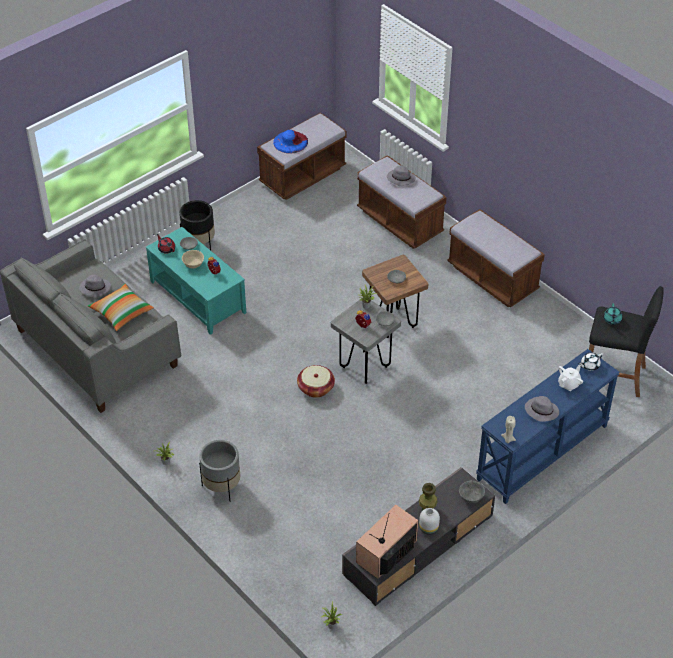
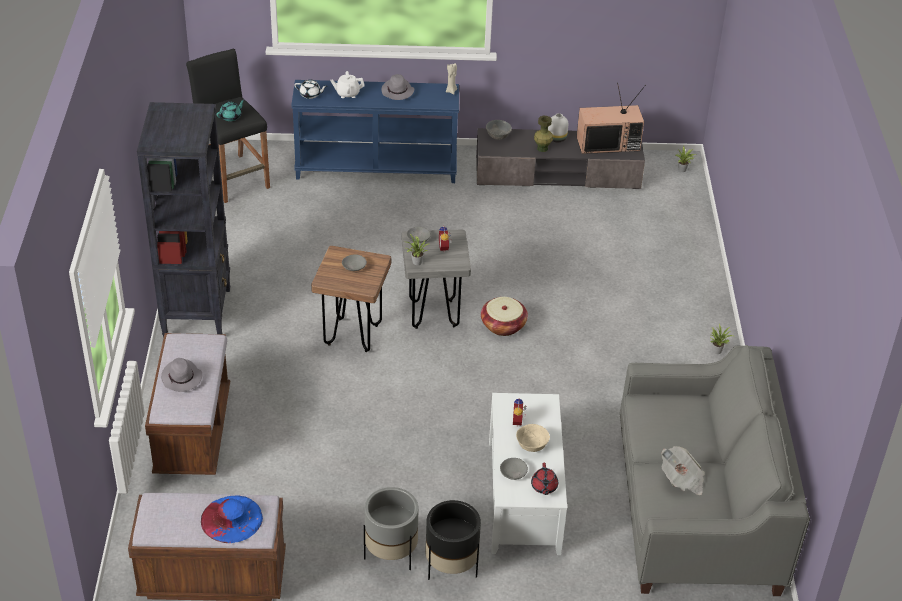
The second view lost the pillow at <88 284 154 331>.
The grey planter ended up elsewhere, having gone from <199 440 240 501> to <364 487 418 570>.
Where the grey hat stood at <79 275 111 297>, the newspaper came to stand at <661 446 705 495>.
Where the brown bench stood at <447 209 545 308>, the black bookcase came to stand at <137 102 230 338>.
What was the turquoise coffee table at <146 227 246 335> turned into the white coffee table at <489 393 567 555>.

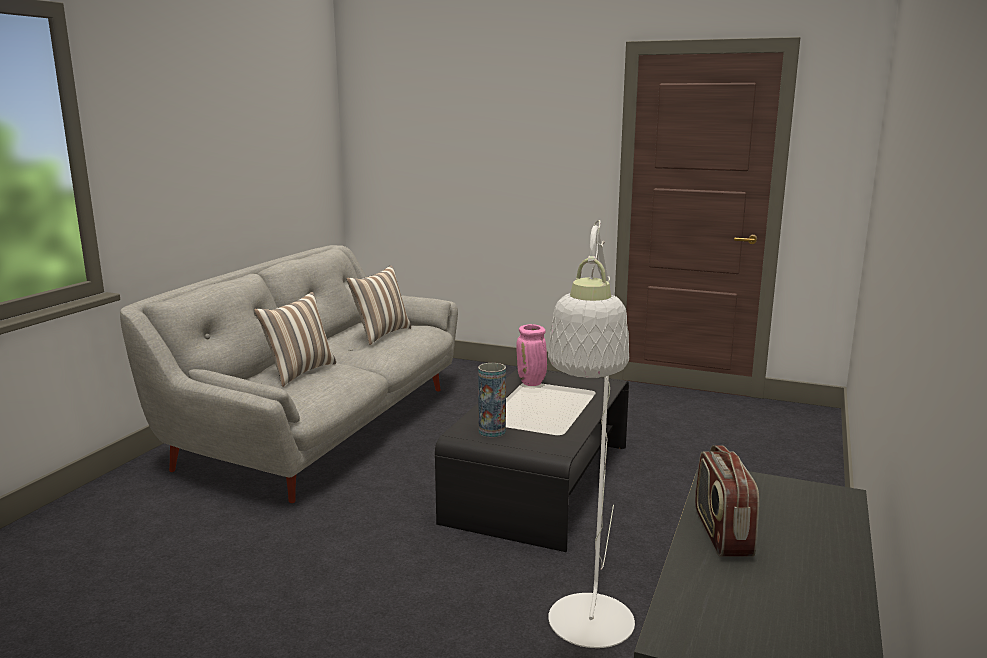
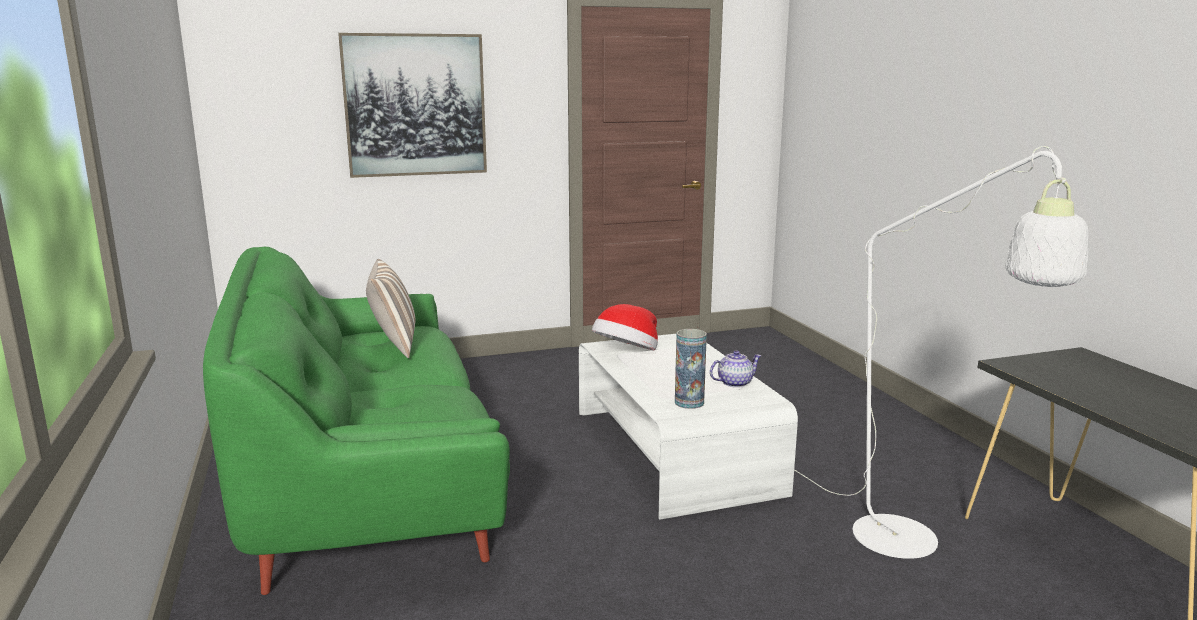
The second view lost the pillow at <254 292 336 387>.
The second view lost the radio at <695 445 759 556>.
The second view gained the picture at <338 33 487 178>.
The second view gained the teapot at <710 350 761 388>.
Where the pink vase stood at <516 324 547 386>, the hat came to stand at <592 304 658 351>.
What was the grey sofa at <120 245 458 503> turned into the green sofa at <203 247 510 595>.
What was the black coffee table at <435 368 629 552> turned into the white coffee table at <579 334 798 520>.

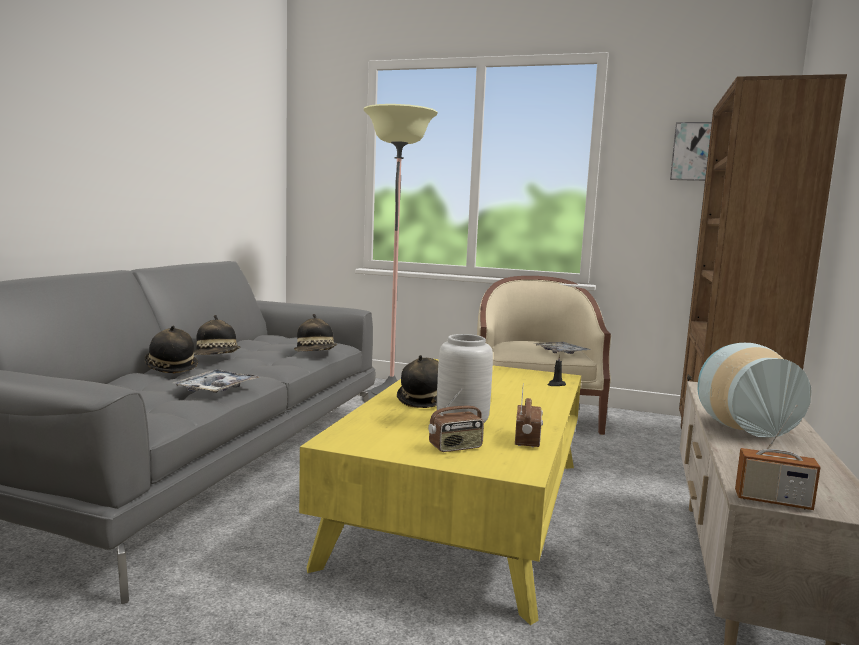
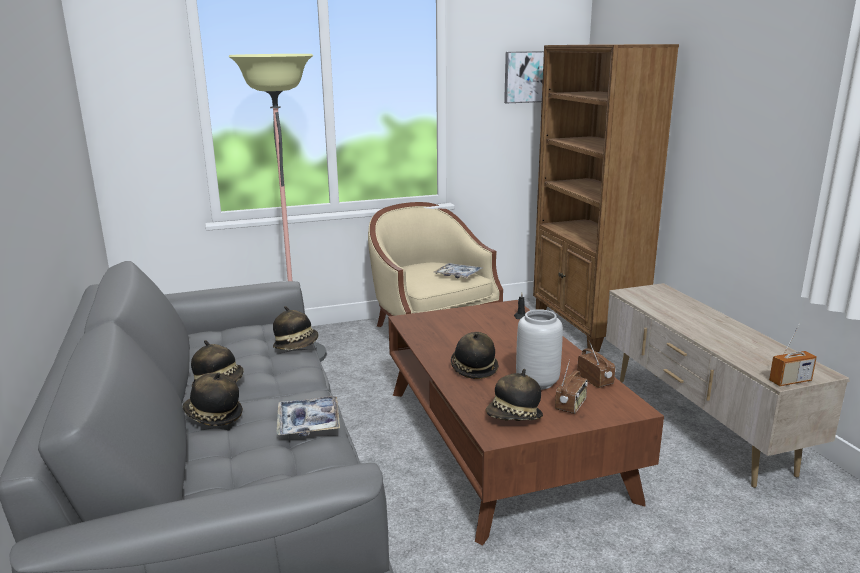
The second view lost the vase at <697 343 811 438>.
The second view gained the hat at <486 369 543 421>.
What was the yellow coffee table at <299 359 581 625> turned into the brown coffee table at <388 300 664 546>.

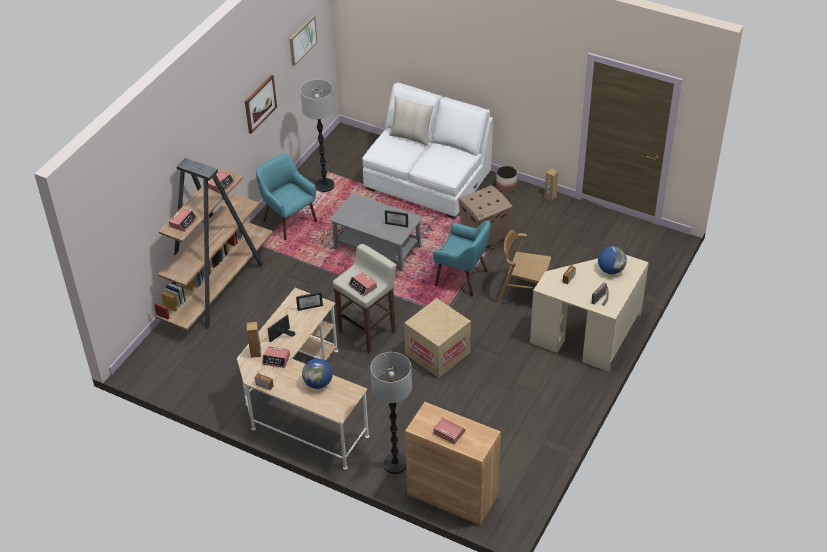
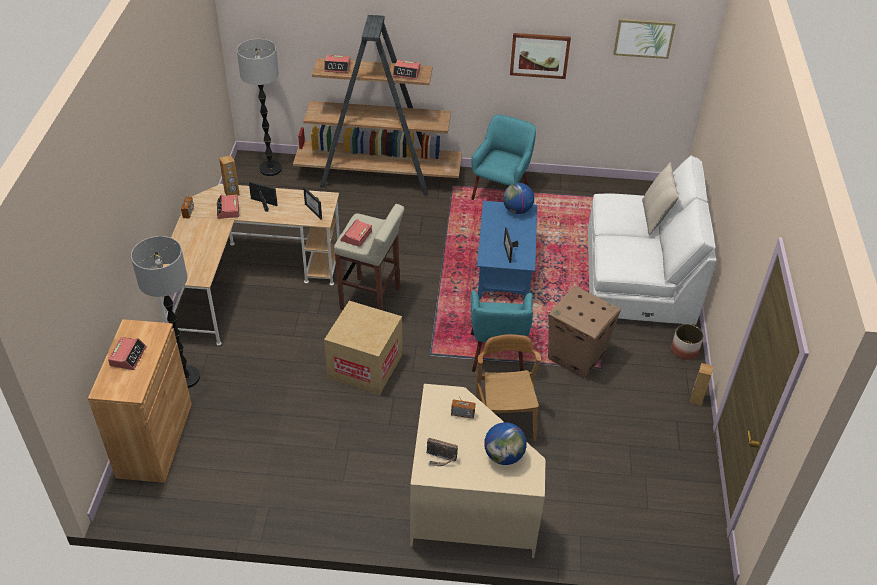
The floor lamp ended up elsewhere, having gone from <300 79 335 192> to <237 39 282 176>.
The globe ended up elsewhere, having gone from <302 358 333 389> to <503 183 534 214>.
What was the grey coffee table at <329 193 423 272> turned into the blue coffee table at <477 201 537 299>.

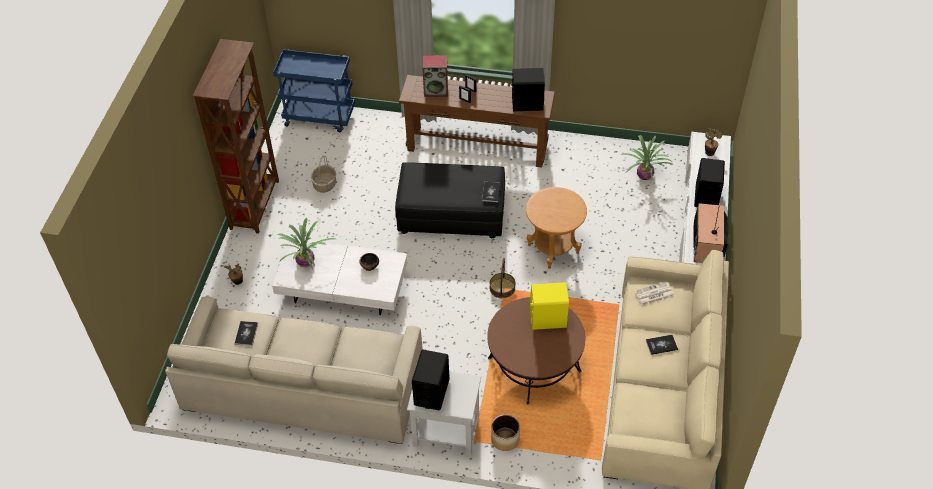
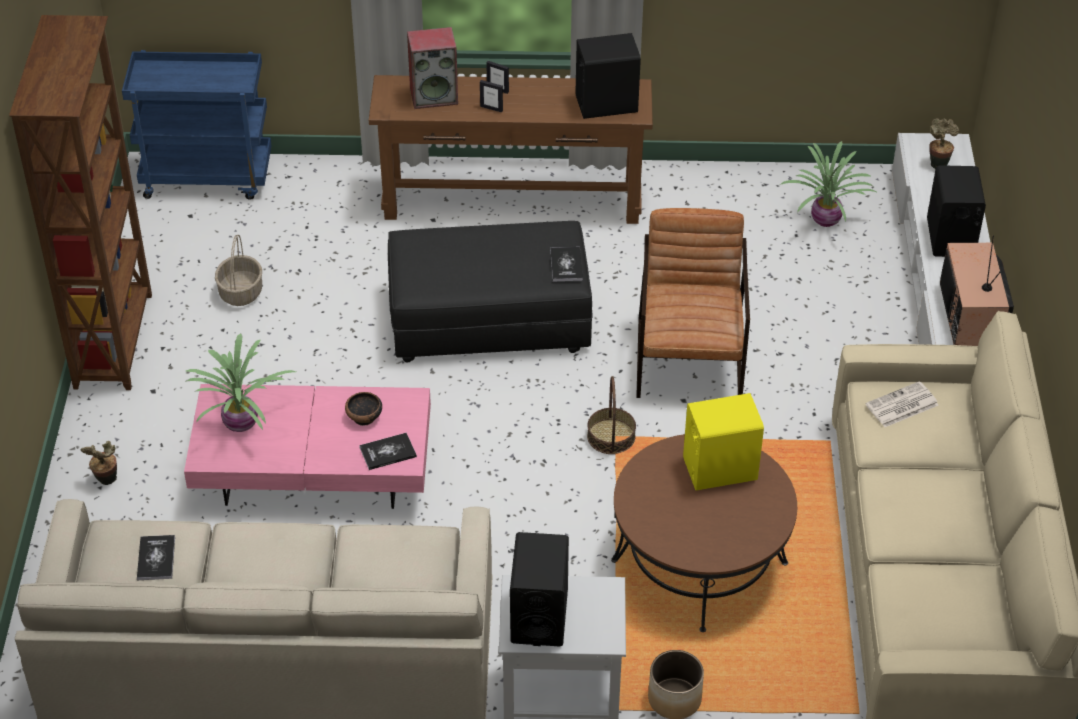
The book ended up elsewhere, having gone from <646 335 678 355> to <359 433 417 470>.
Where the brown side table stood at <526 187 587 269>, the brown armchair came to stand at <636 208 750 398>.
What was the white coffee table at <272 238 408 315> turned into the pink coffee table at <184 384 431 509>.

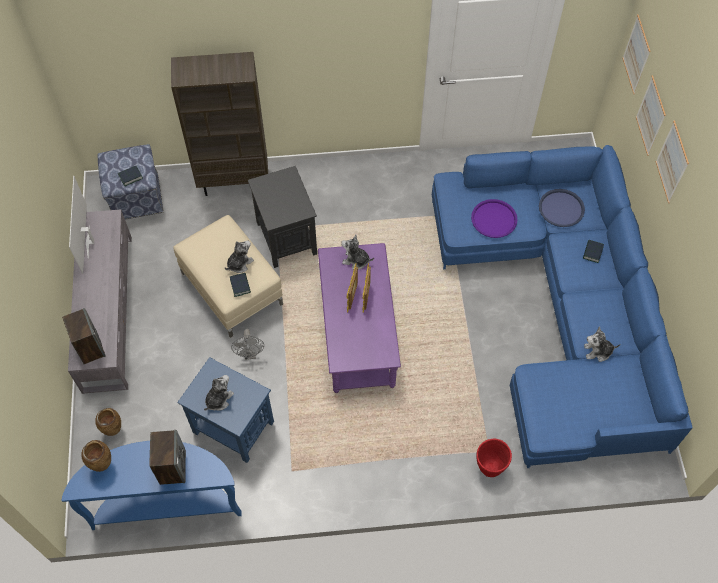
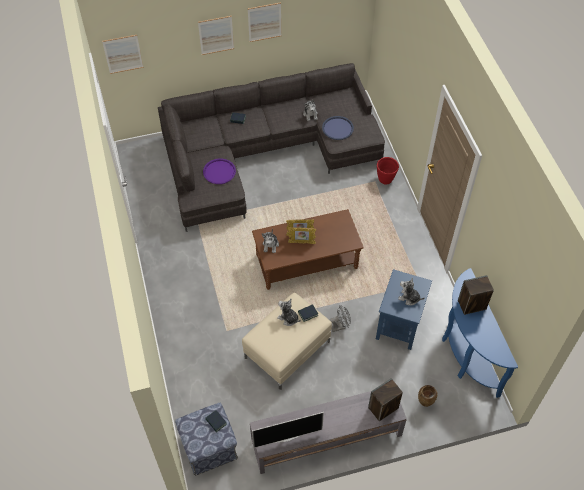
The second view lost the brown vase at <81 440 111 472>.
The second view lost the brown bookcase at <171 52 268 196>.
The second view lost the black side table at <248 166 317 268>.
The blue tray ended up elsewhere, having gone from <539 189 585 227> to <322 116 354 140>.
The picture ended up elsewhere, having gone from <636 75 666 156> to <248 3 282 42>.
What was the purple coffee table at <318 243 401 393> turned into the brown coffee table at <252 209 364 290>.
What was the blue sofa at <432 145 693 468> turned into the grey sofa at <158 63 385 232>.

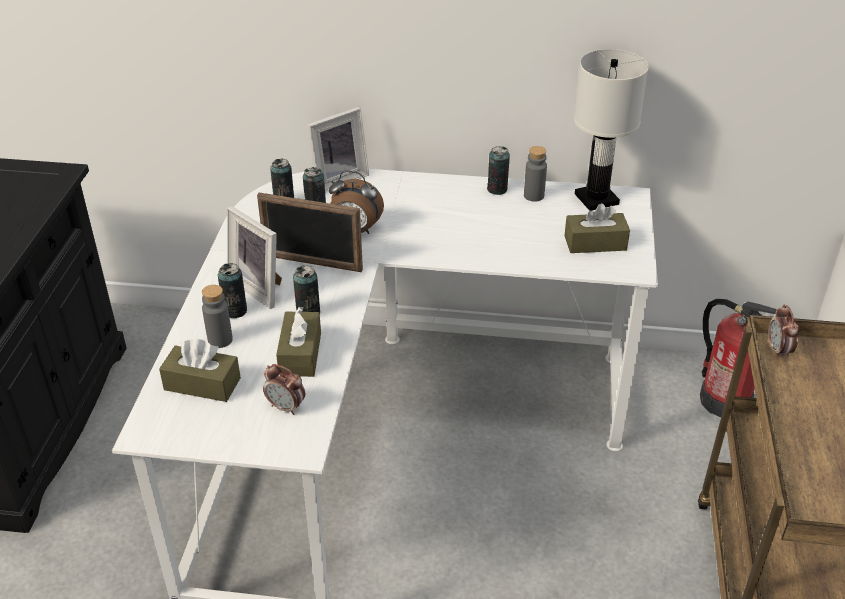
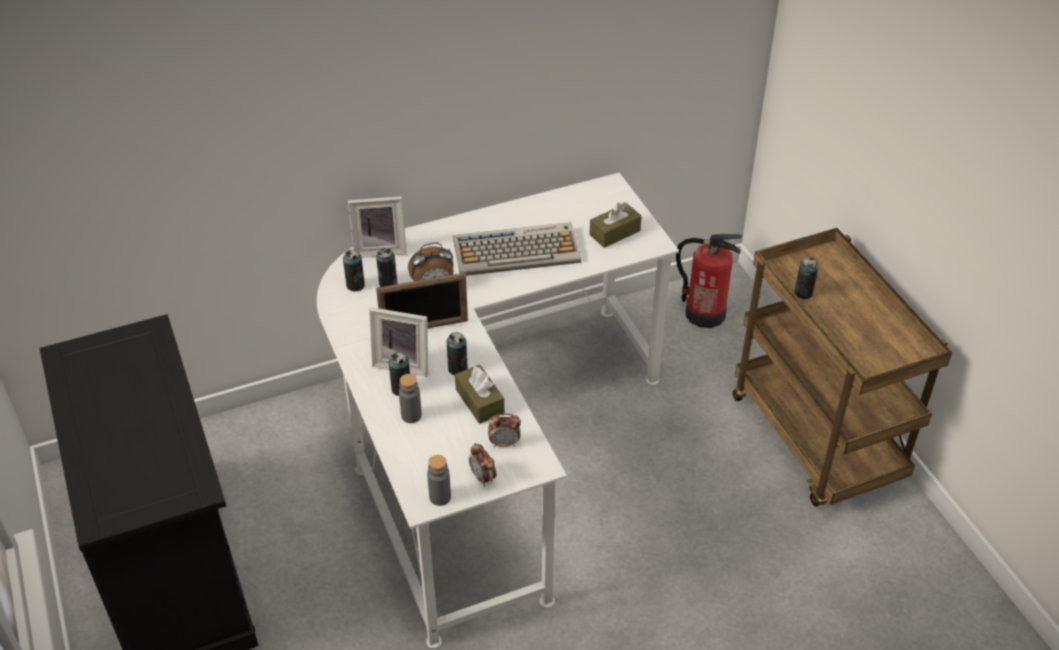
The second view lost the brown tissue box at <159 339 241 402>.
The second view lost the white table lamp at <574 49 649 211>.
The second view gained the keyboard at <453 222 581 276>.
The can ended up elsewhere, having gone from <487 146 510 195> to <794 257 819 299>.
The grey bottle ended up elsewhere, having gone from <524 146 547 202> to <427 455 451 506>.
The alarm clock ended up elsewhere, having gone from <768 305 800 358> to <469 443 496 486>.
The picture frame at <307 107 369 192> ended up facing another way, 60 degrees clockwise from before.

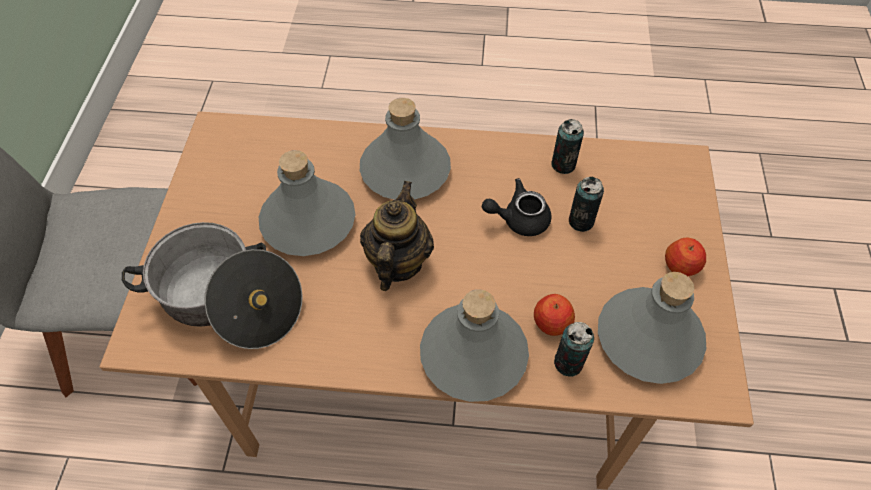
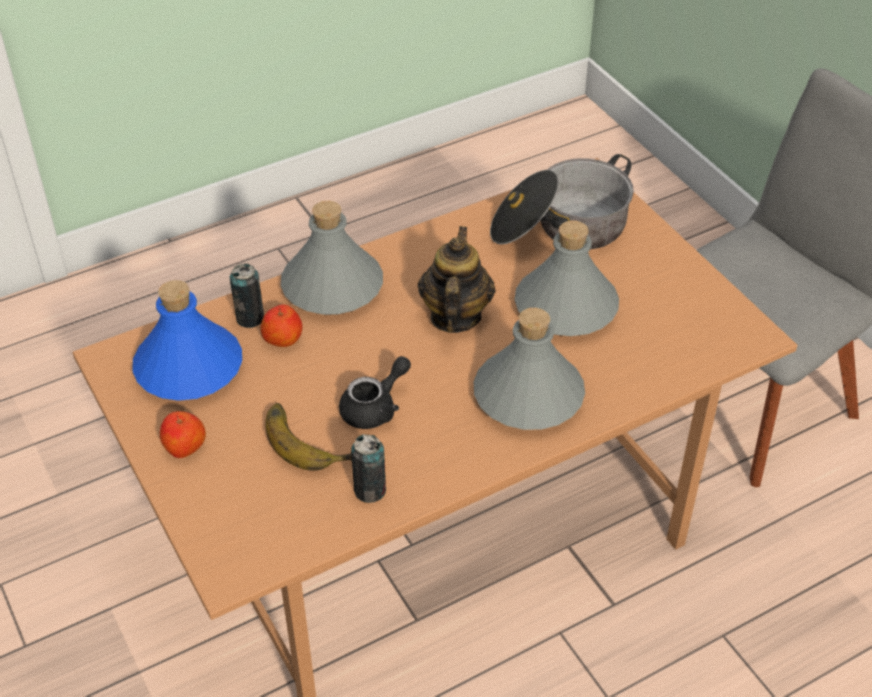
Where the can stood at <569 177 604 232>, the banana came to stand at <265 403 352 471>.
What was the grey bottle at <598 272 706 384> turned into the blue bottle at <132 280 242 401>.
The teapot at <360 181 434 291> ended up facing another way, 150 degrees counterclockwise from before.

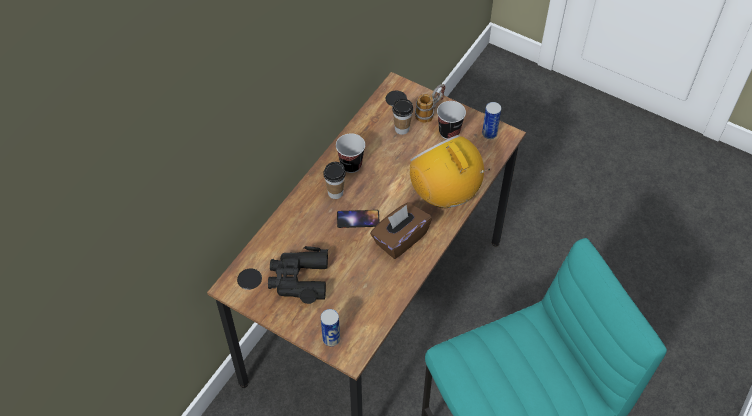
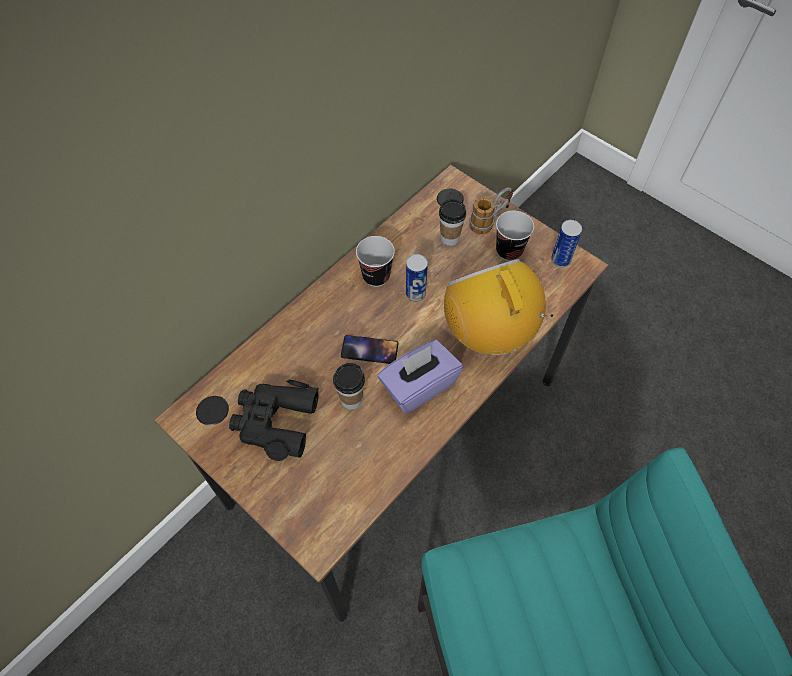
The can ended up elsewhere, having gone from <321 309 340 346> to <406 254 428 302>.
The cup ended up elsewhere, having gone from <323 162 346 199> to <333 363 365 410>.
What was the brown tissue box at <370 202 432 259> turned into the purple tissue box at <377 340 463 414>.

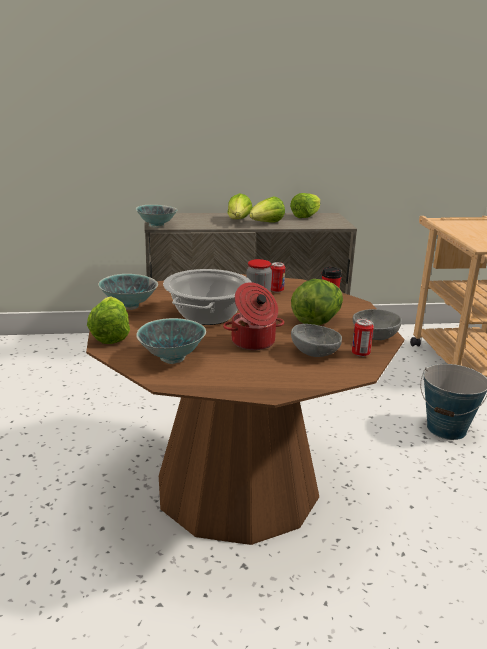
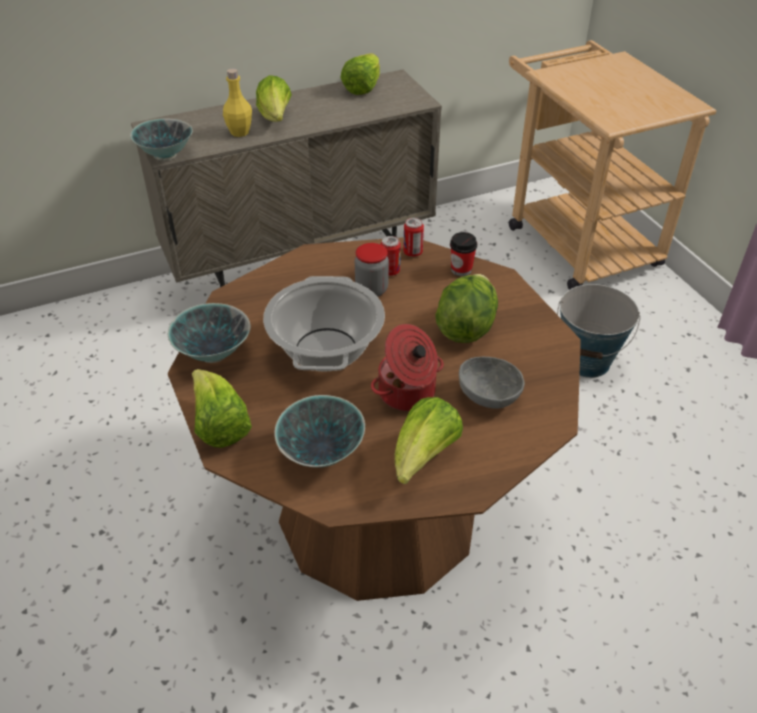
The second view lost the grey bowl at <353 309 402 340>.
The second view gained the yellow bottle at <223 68 252 137>.
The lettuce ended up elsewhere, having gone from <249 197 285 222> to <394 397 463 484>.
The can ended up elsewhere, having gone from <352 319 374 357> to <403 218 424 257>.

